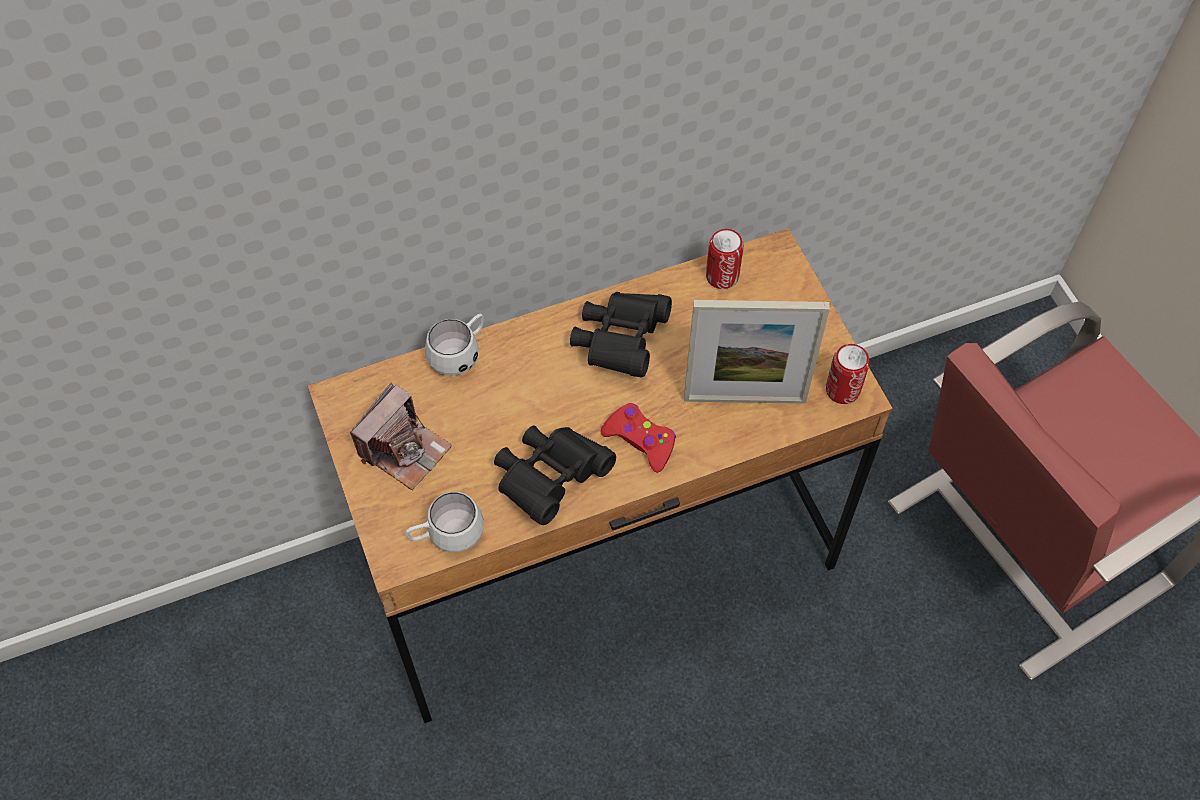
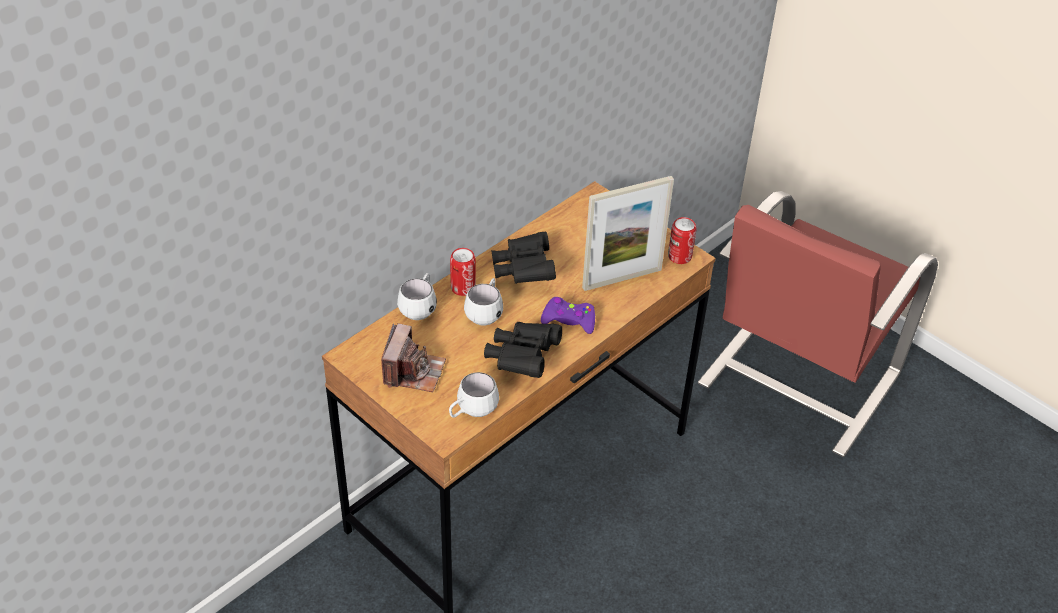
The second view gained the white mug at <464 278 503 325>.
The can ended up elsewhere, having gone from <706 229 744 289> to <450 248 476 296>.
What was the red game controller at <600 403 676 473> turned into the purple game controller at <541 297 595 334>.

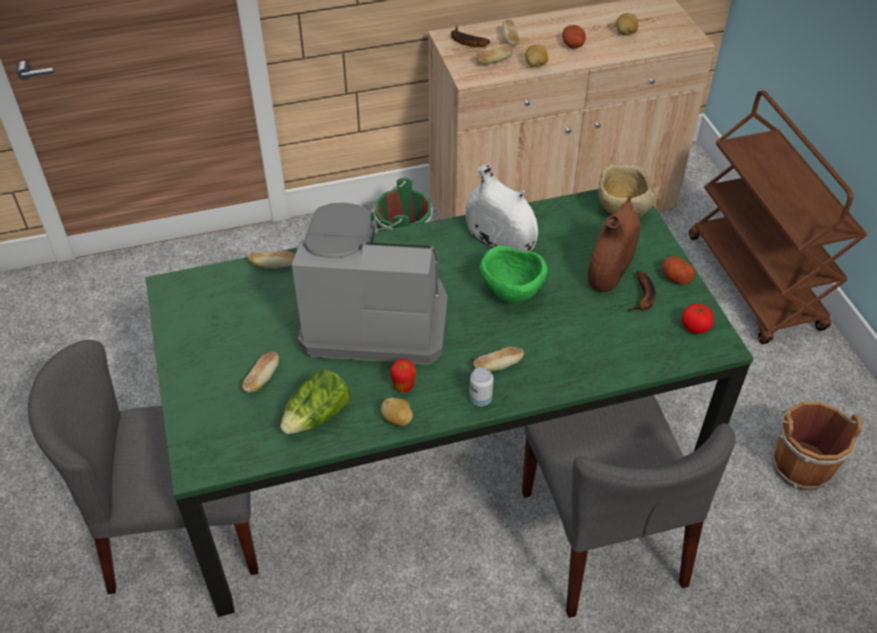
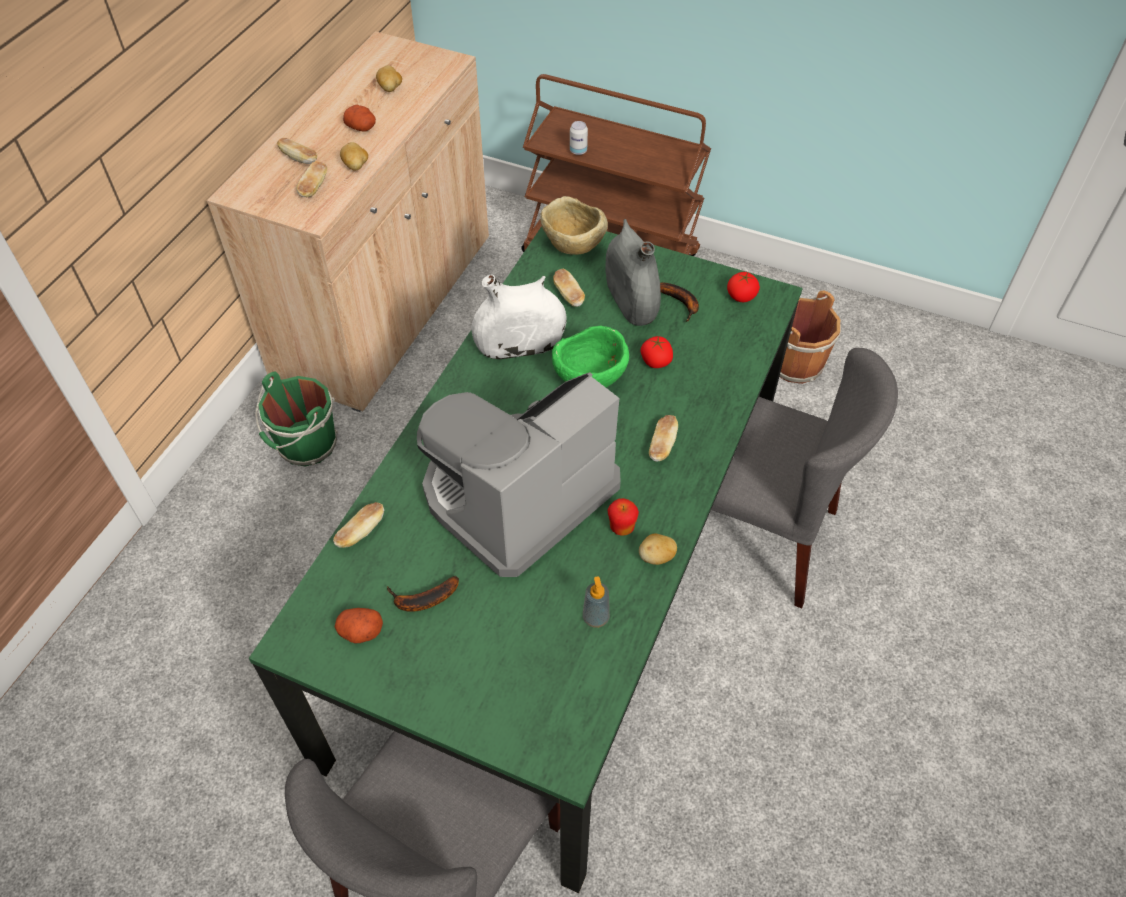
The second view gained the tomato at <641 336 673 368>.
The bread ended up elsewhere, having gone from <242 352 279 392> to <553 269 585 307>.
The banana ended up elsewhere, having gone from <451 26 490 47> to <387 576 459 612>.
The can ended up elsewhere, having gone from <469 367 494 406> to <570 121 588 155>.
The potato ended up elsewhere, having gone from <662 256 695 285> to <335 608 383 643>.
Where the lettuce stood at <280 370 350 434>, the soap dispenser came to stand at <583 576 610 628>.
What was the brown vase at <588 196 640 292> turned into the grey vase at <605 219 661 326>.

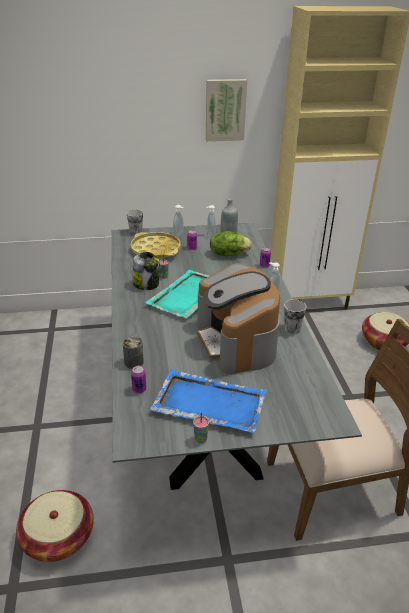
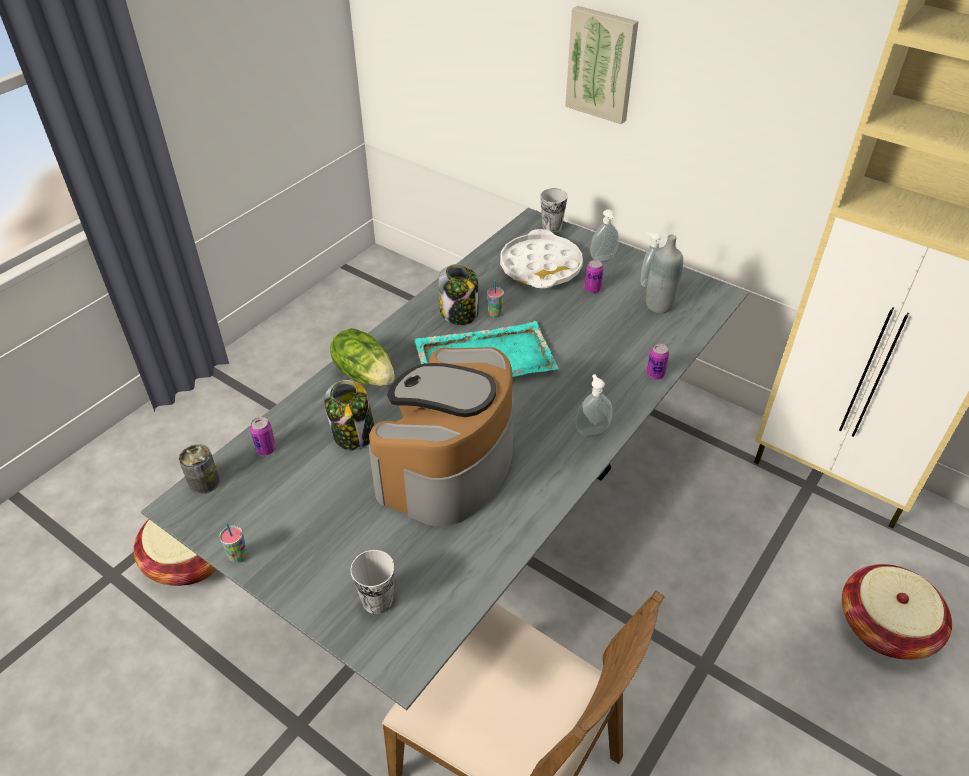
The second view lost the blue tray at <150 370 267 433>.
The second view gained the jar at <324 380 374 451>.
The can ended up elsewhere, having gone from <123 336 144 369> to <179 444 220 494>.
The picture ended up elsewhere, having gone from <206 79 247 141> to <565 6 638 124>.
The lettuce ended up elsewhere, having gone from <210 231 252 256> to <330 328 395 386>.
The cup ended up elsewhere, having gone from <284 299 307 334> to <350 550 394 614>.
What was the yellow tray at <130 232 180 258> turned into the white tray at <500 229 583 288>.

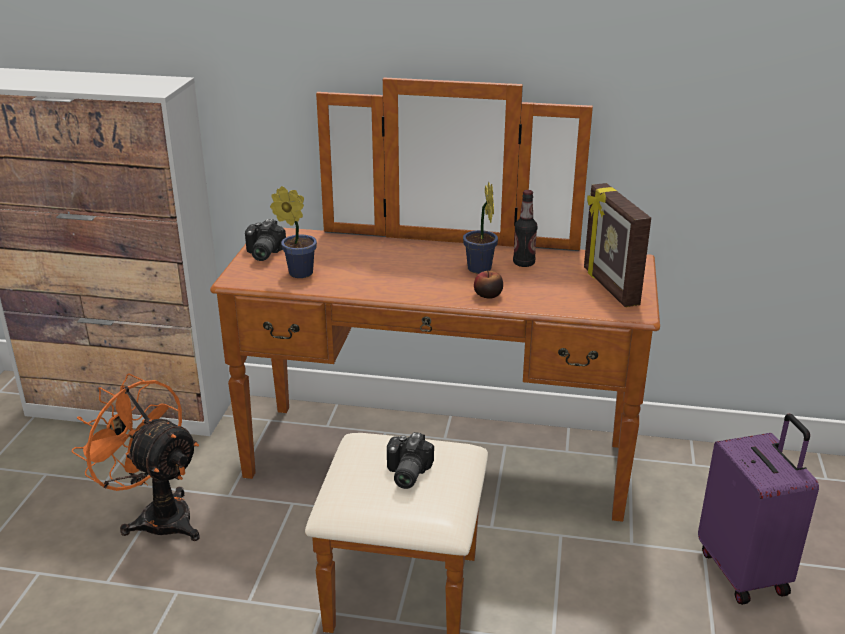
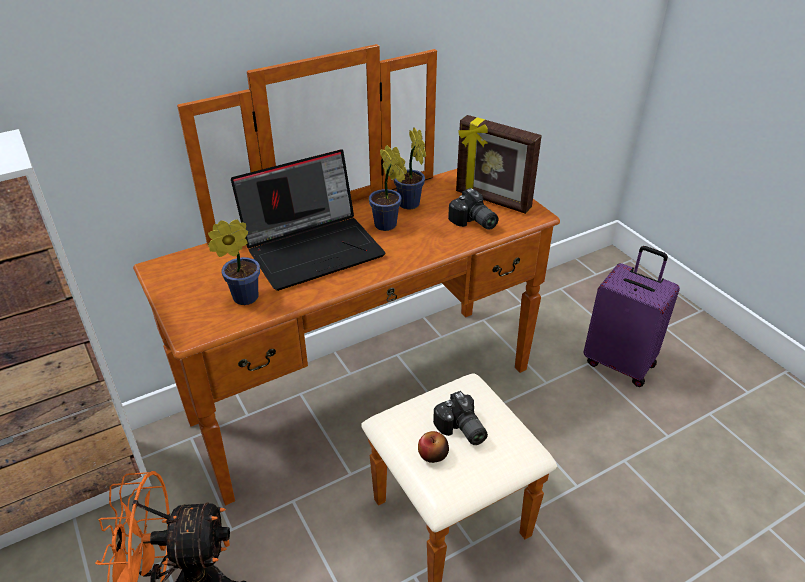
The second view gained the laptop at <231 149 385 291>.
The photo camera ended up elsewhere, having gone from <245 219 286 261> to <448 188 499 230>.
The apple ended up elsewhere, having gone from <474 271 503 299> to <418 431 449 463>.
Where the bottle stood at <513 190 537 267>, the potted plant came to stand at <394 127 426 209>.

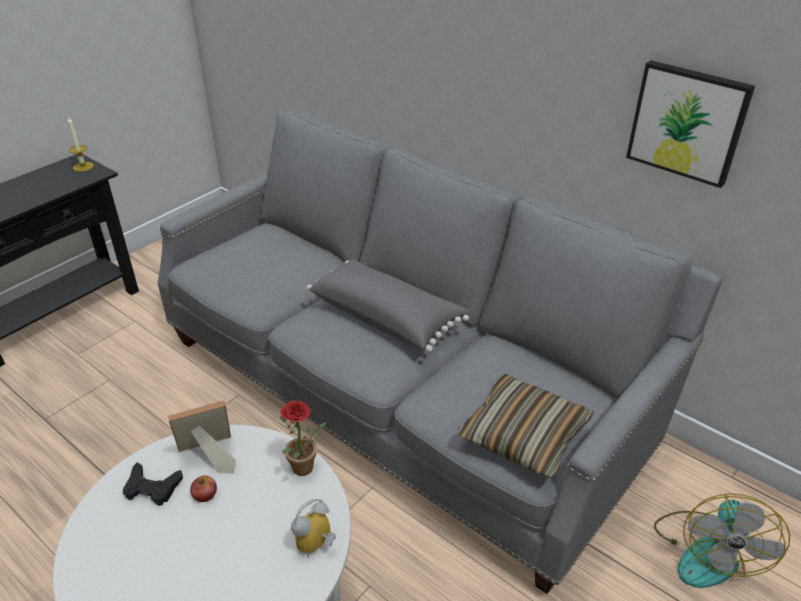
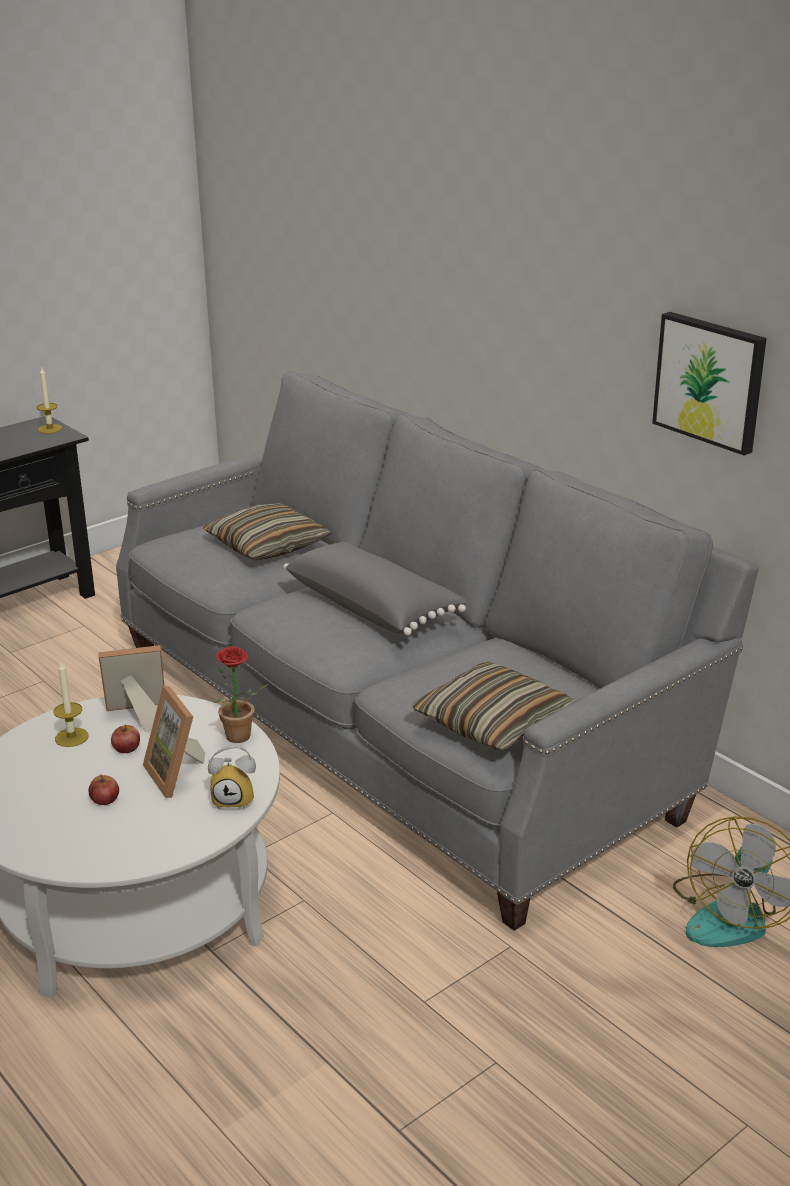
The second view gained the apple at <88 775 119 805>.
The second view gained the picture frame at <143 686 205 798>.
The second view gained the pillow at <203 503 332 561>.
Where the black game controller stood at <123 462 183 506>, the candle came to stand at <54 662 89 747>.
The alarm clock at <291 499 336 558> ended up facing another way, 135 degrees counterclockwise from before.

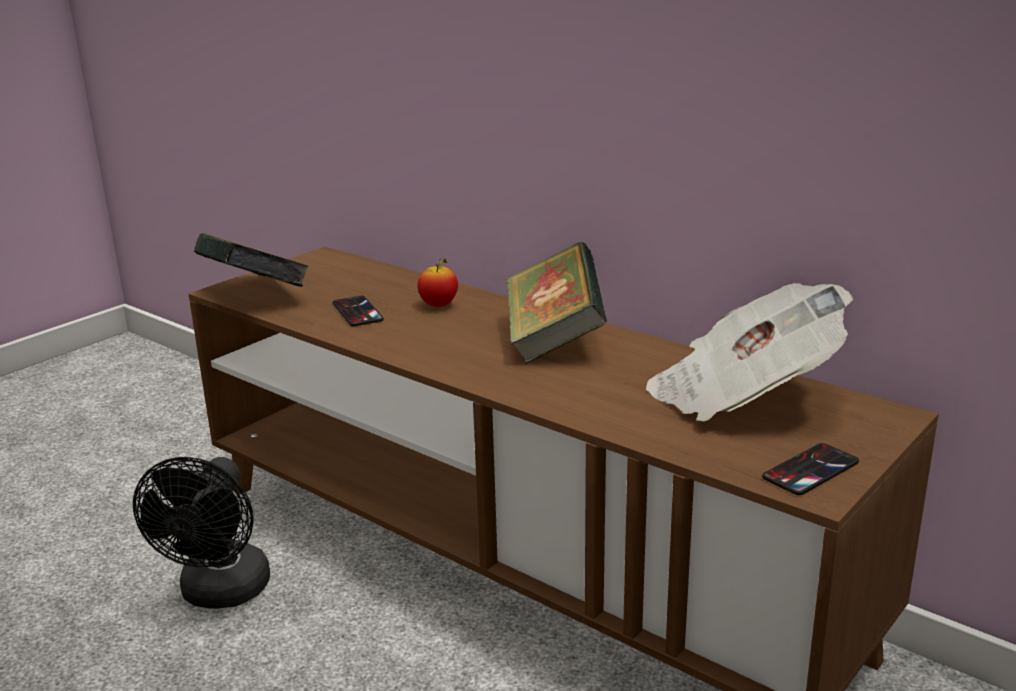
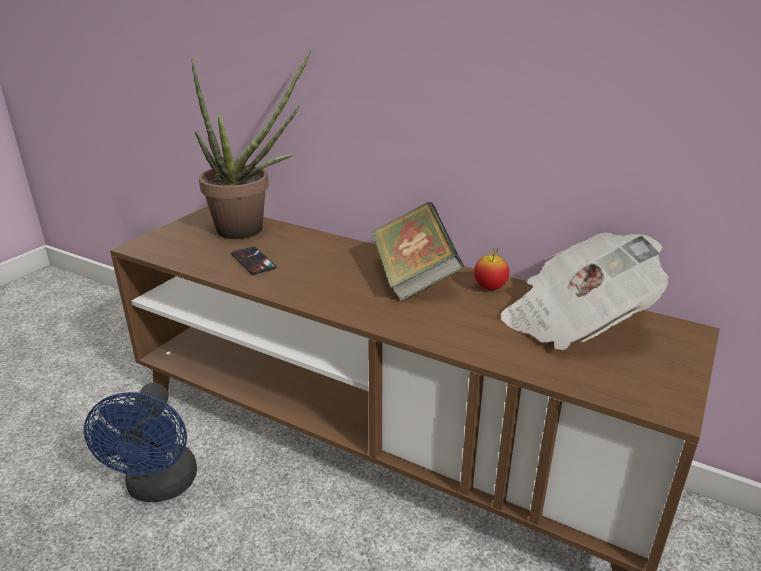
The second view lost the book at <194 233 310 287>.
The second view lost the phone at <762 443 859 495>.
The second view gained the potted plant at <191 50 311 239>.
The apple ended up elsewhere, having gone from <417 258 458 307> to <474 248 509 290>.
What was the black fan at <133 457 270 609> turned into the blue fan at <84 383 197 502>.

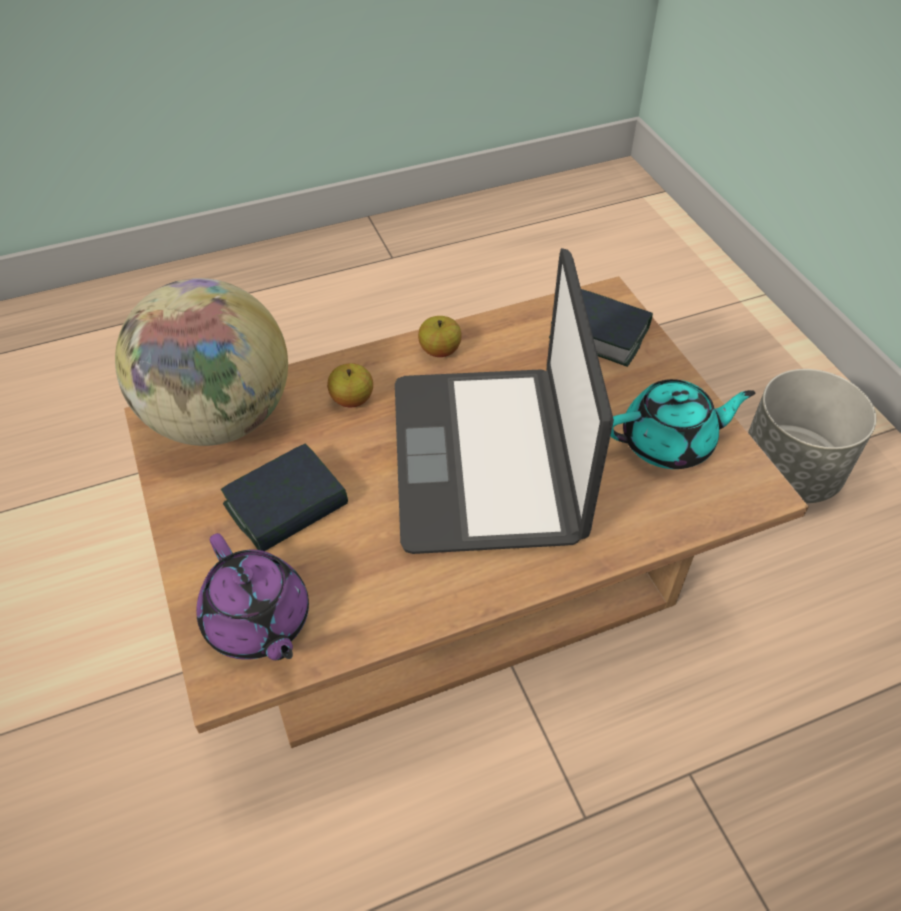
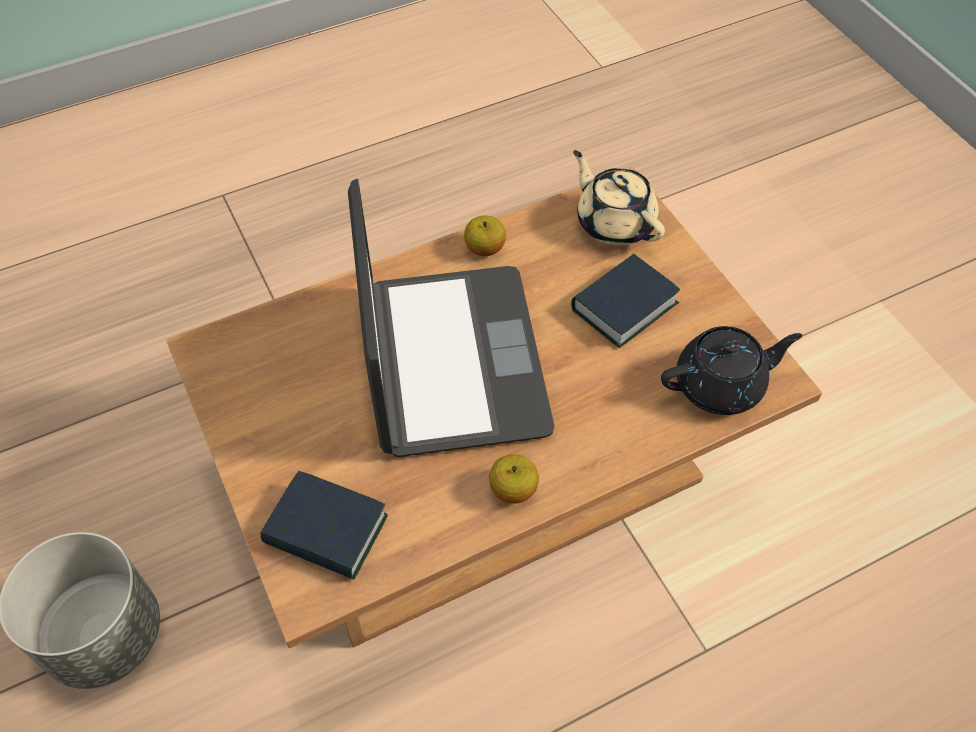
The second view lost the turquoise teapot at <610 379 756 469>.
The apple ended up elsewhere, having gone from <327 363 373 407> to <464 215 506 256>.
Where the globe stood at <115 278 288 446>, the black teapot came to stand at <661 326 802 415>.
What was the purple teapot at <196 533 309 660> turned into the beige teapot at <573 150 665 245>.

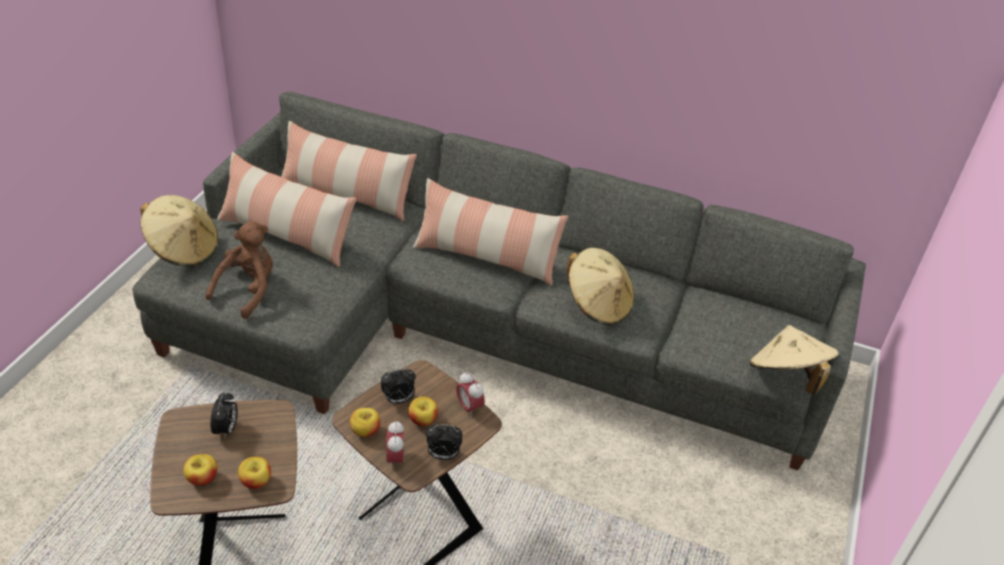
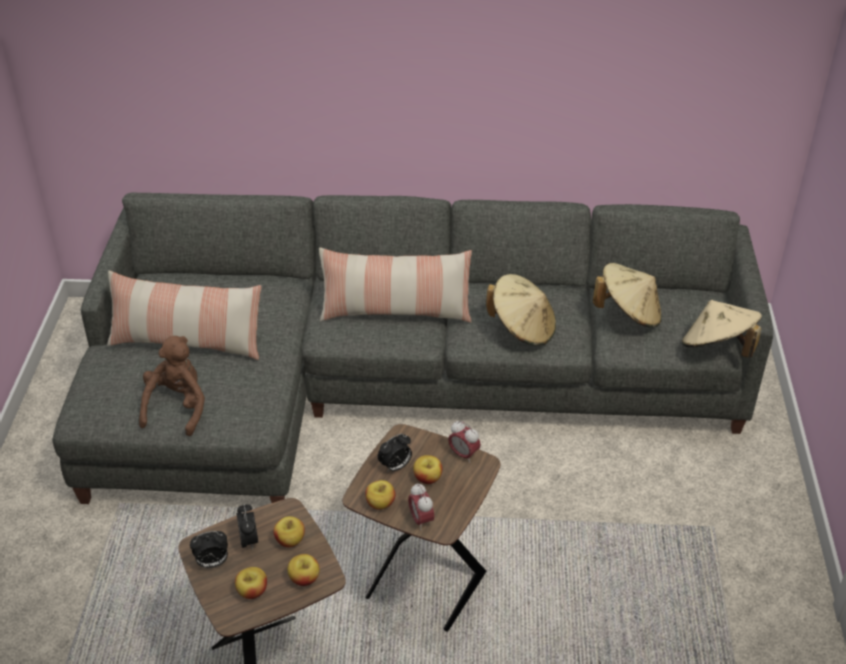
The second view lost the pillow at <282 121 417 221>.
The second view gained the apple at <273 516 305 547>.
The beige hat ended up elsewhere, having gone from <140 195 218 267> to <593 263 662 328>.
The alarm clock ended up elsewhere, having gone from <426 425 462 460> to <190 531 228 568>.

